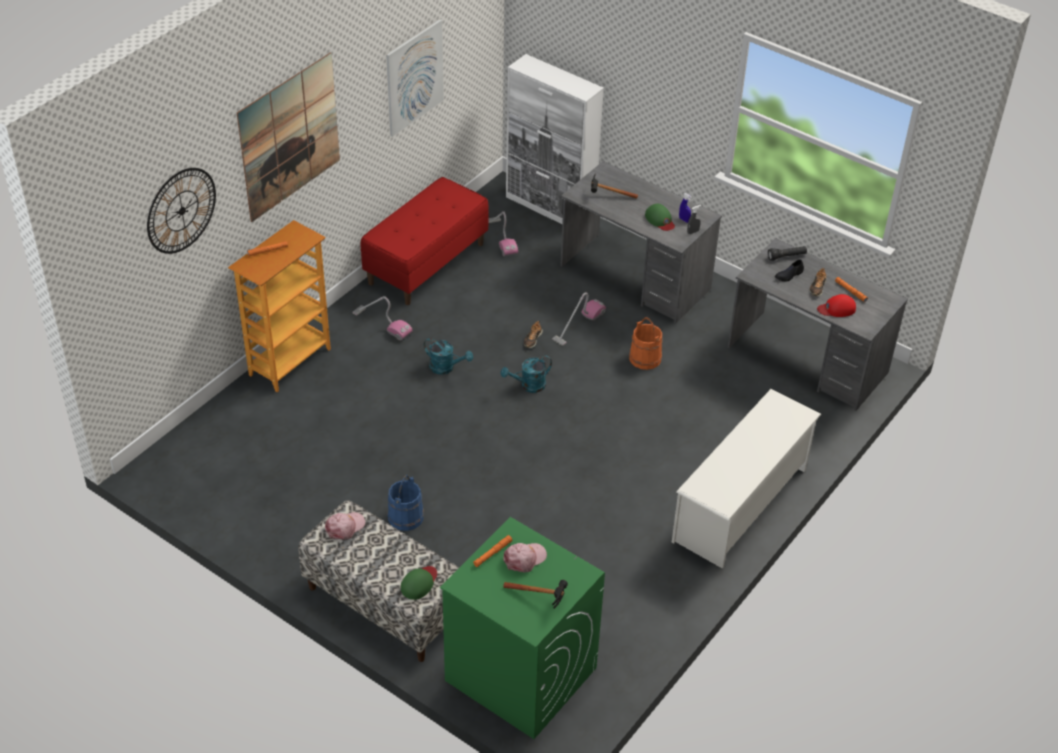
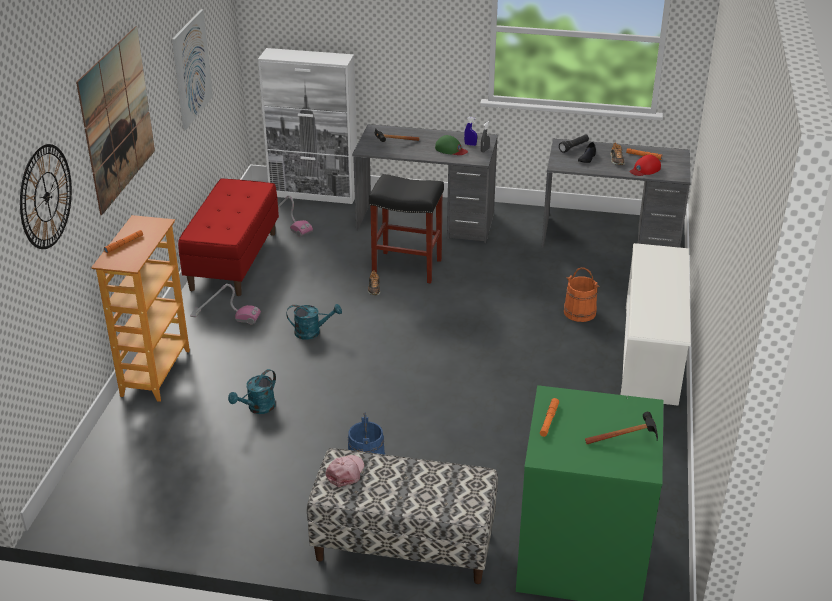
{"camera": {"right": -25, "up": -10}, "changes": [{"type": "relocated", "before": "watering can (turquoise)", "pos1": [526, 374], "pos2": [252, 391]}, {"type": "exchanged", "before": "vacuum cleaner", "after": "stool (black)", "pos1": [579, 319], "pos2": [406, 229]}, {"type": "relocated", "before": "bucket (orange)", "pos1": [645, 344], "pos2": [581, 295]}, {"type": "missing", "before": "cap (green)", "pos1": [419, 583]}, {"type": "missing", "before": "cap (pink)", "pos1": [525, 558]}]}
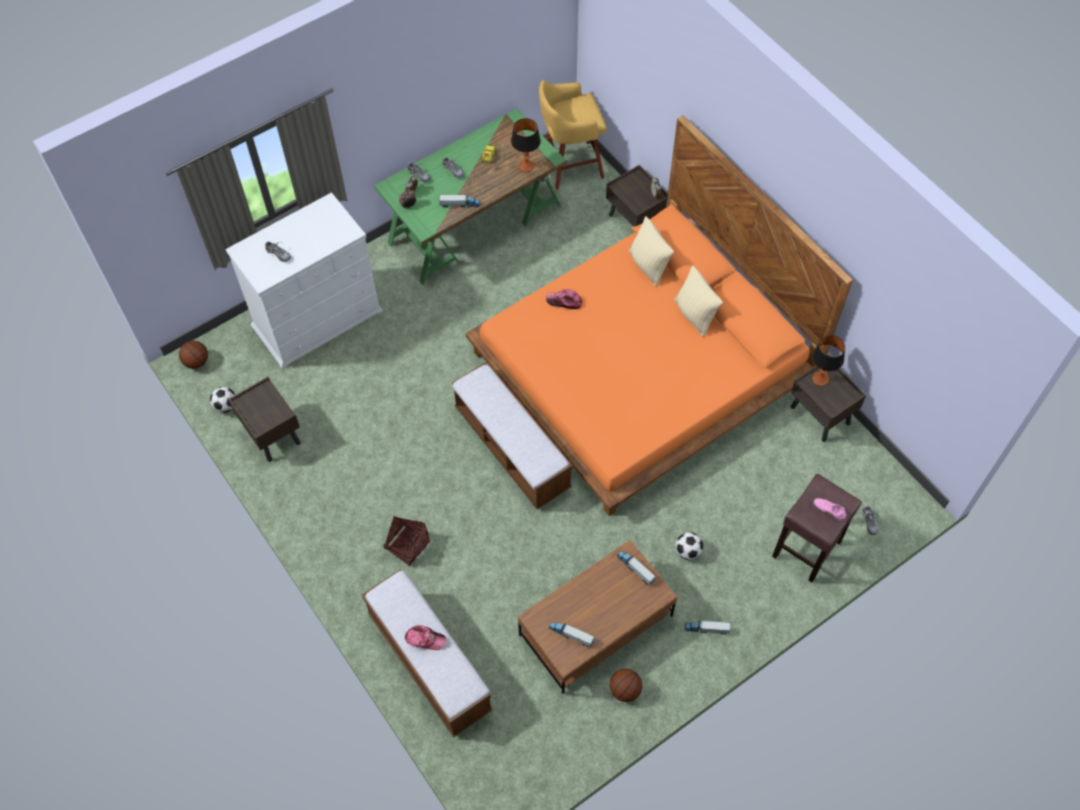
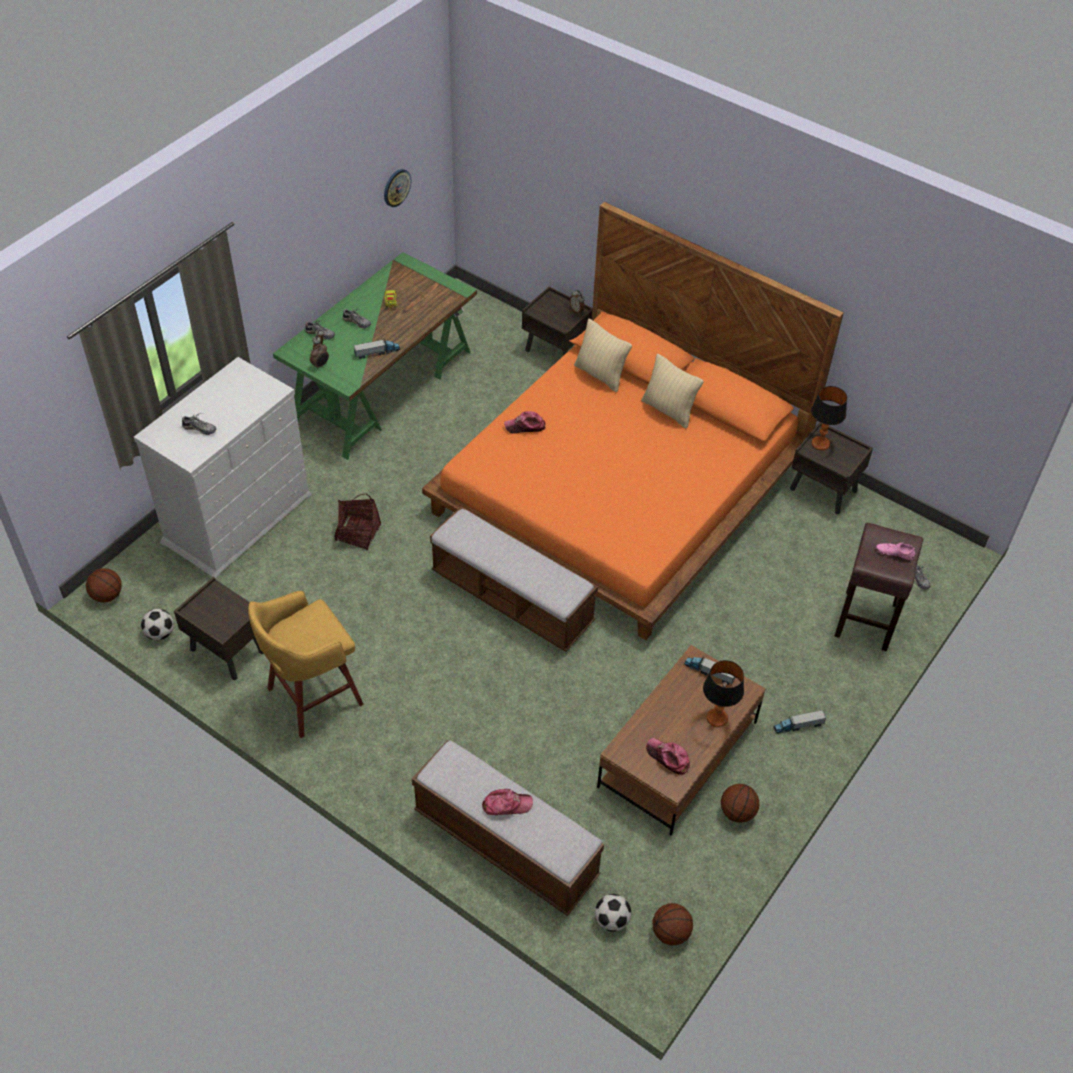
{"camera": {"right": -20, "up": -10}, "changes": [{"type": "relocated", "before": "stool (yellow)", "pos1": [573, 135], "pos2": [306, 664]}, {"type": "relocated", "before": "basket", "pos1": [406, 541], "pos2": [358, 522]}, {"type": "appeared", "after": "wall clock", "pos2": [397, 188]}, {"type": "relocated", "before": "football", "pos1": [689, 546], "pos2": [613, 913]}, {"type": "exchanged", "before": "toy truck", "after": "cap", "pos1": [572, 634], "pos2": [668, 756]}, {"type": "appeared", "after": "basketball", "pos2": [672, 924]}, {"type": "relocated", "before": "table lamp", "pos1": [526, 145], "pos2": [723, 693]}]}
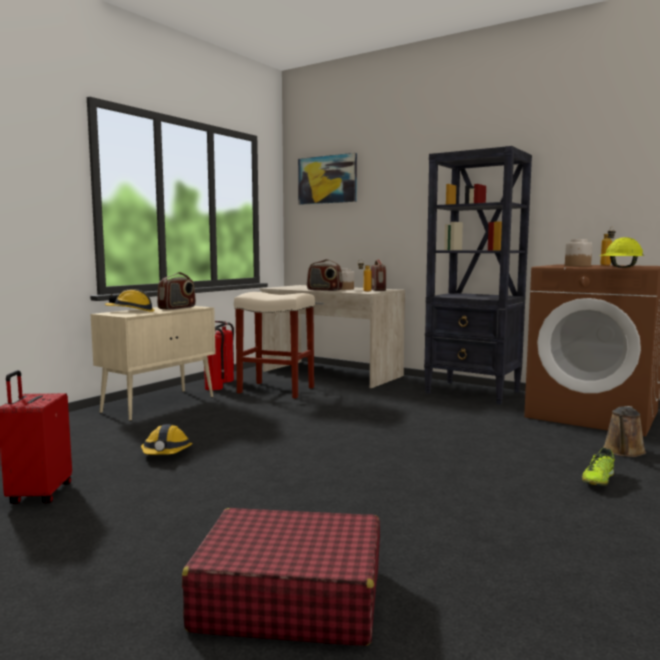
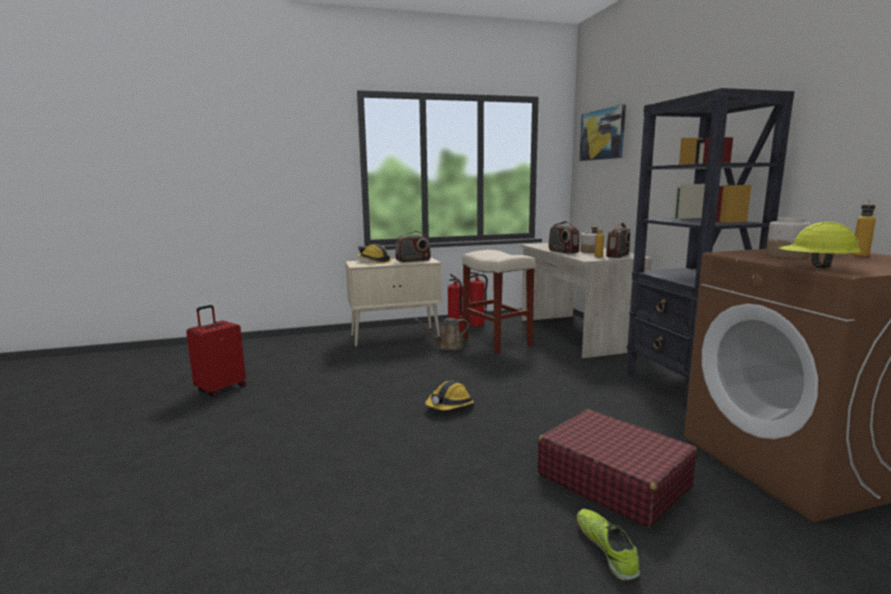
{"camera": {"right": 40, "up": 5}, "changes": [{"type": "relocated", "before": "watering can (brown)", "pos1": [624, 431], "pos2": [441, 334]}, {"type": "relocated", "before": "hard hat", "pos1": [167, 439], "pos2": [449, 395]}, {"type": "relocated", "before": "suitcase (red)", "pos1": [281, 577], "pos2": [617, 468]}, {"type": "spun", "before": "shoe", "pos1": [598, 467], "pos2": [608, 545], "turn": 90}]}
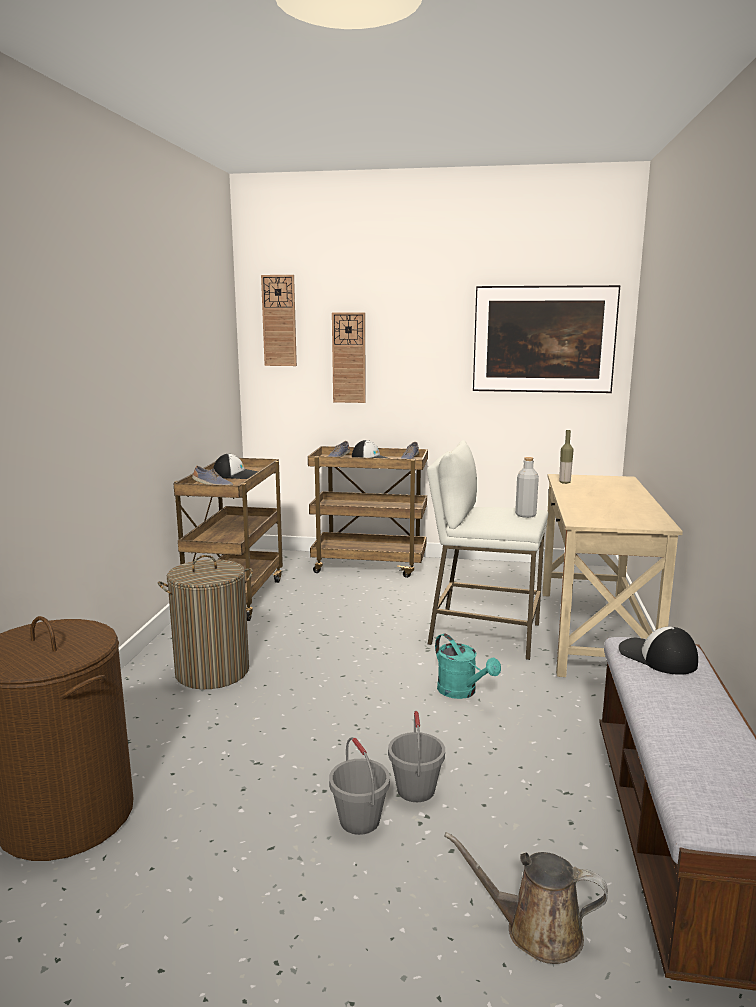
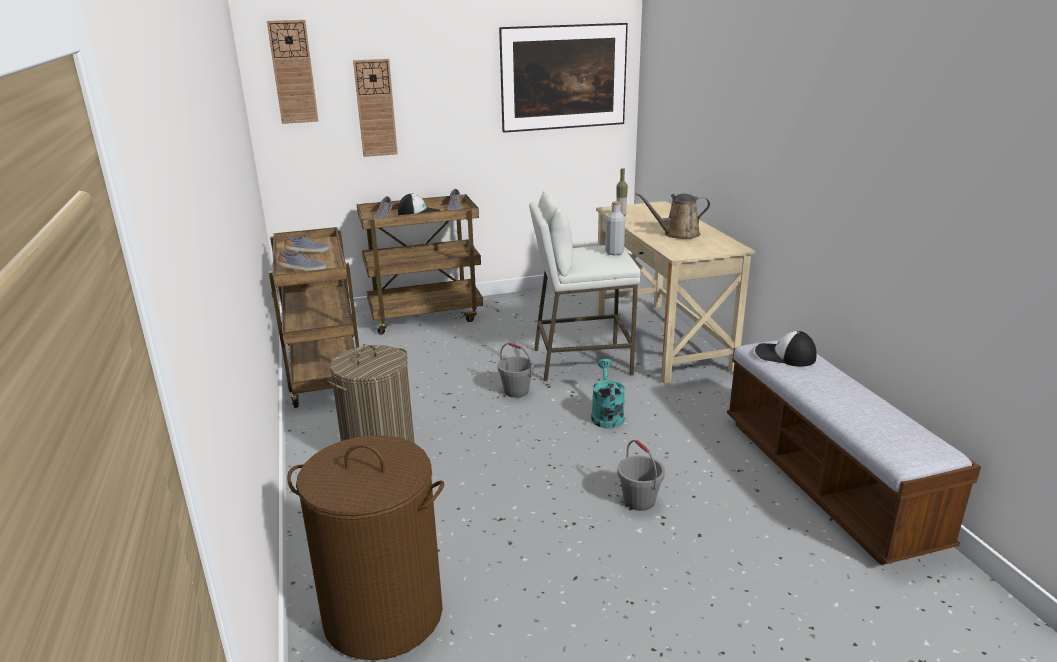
{"camera": {"right": -25, "up": 10}, "changes": [{"type": "exchanged", "before": "cap", "after": "shoe", "pos1": [235, 466], "pos2": [307, 244]}, {"type": "relocated", "before": "bucket (grey)", "pos1": [359, 786], "pos2": [516, 370]}, {"type": "spun", "before": "watering can (turquoise)", "pos1": [468, 666], "pos2": [608, 394], "turn": -120}, {"type": "relocated", "before": "watering can (brown)", "pos1": [526, 898], "pos2": [672, 216]}]}
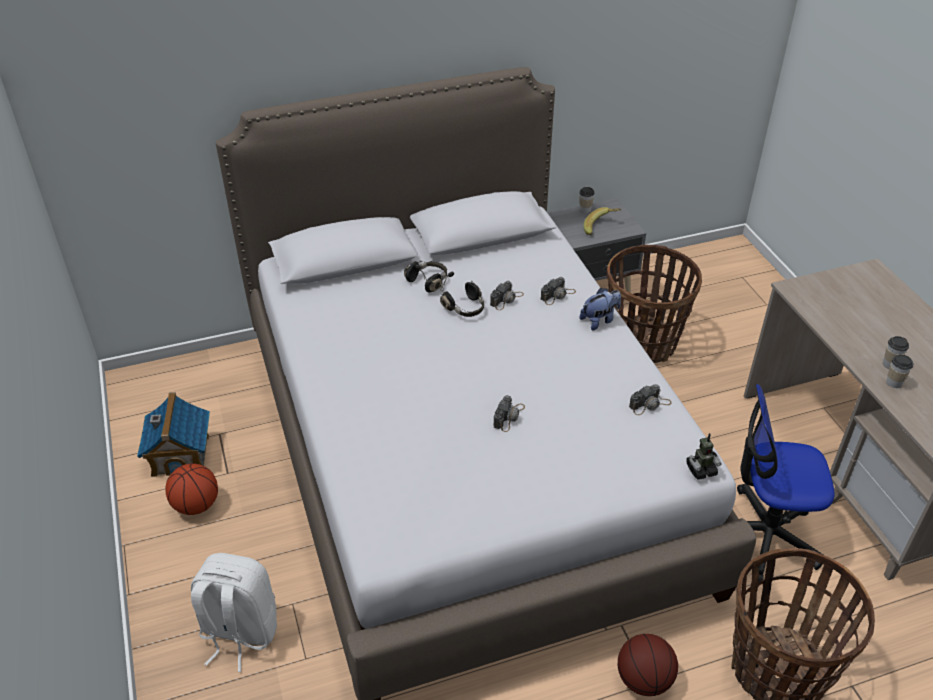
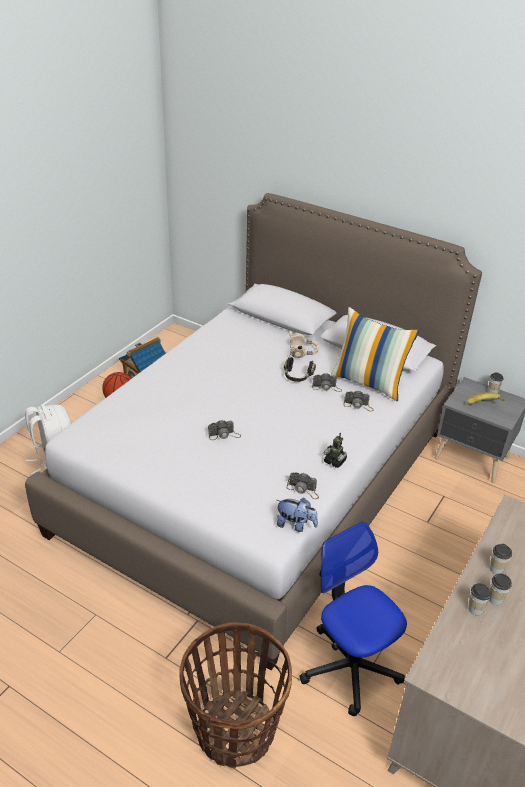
{"camera": {"right": 50, "up": -5}, "changes": [{"type": "relocated", "before": "plush toy", "pos1": [600, 309], "pos2": [297, 515]}, {"type": "colour", "before": "headphones (black)", "after": "headphones (beige)", "pos1": [425, 277], "pos2": [304, 344]}, {"type": "relocated", "before": "toy robot", "pos1": [704, 456], "pos2": [335, 450]}, {"type": "appeared", "after": "pillow", "pos2": [375, 354]}, {"type": "appeared", "after": "cup", "pos2": [501, 559]}, {"type": "missing", "before": "basket", "pos1": [654, 304]}, {"type": "missing", "before": "basketball", "pos1": [648, 665]}]}
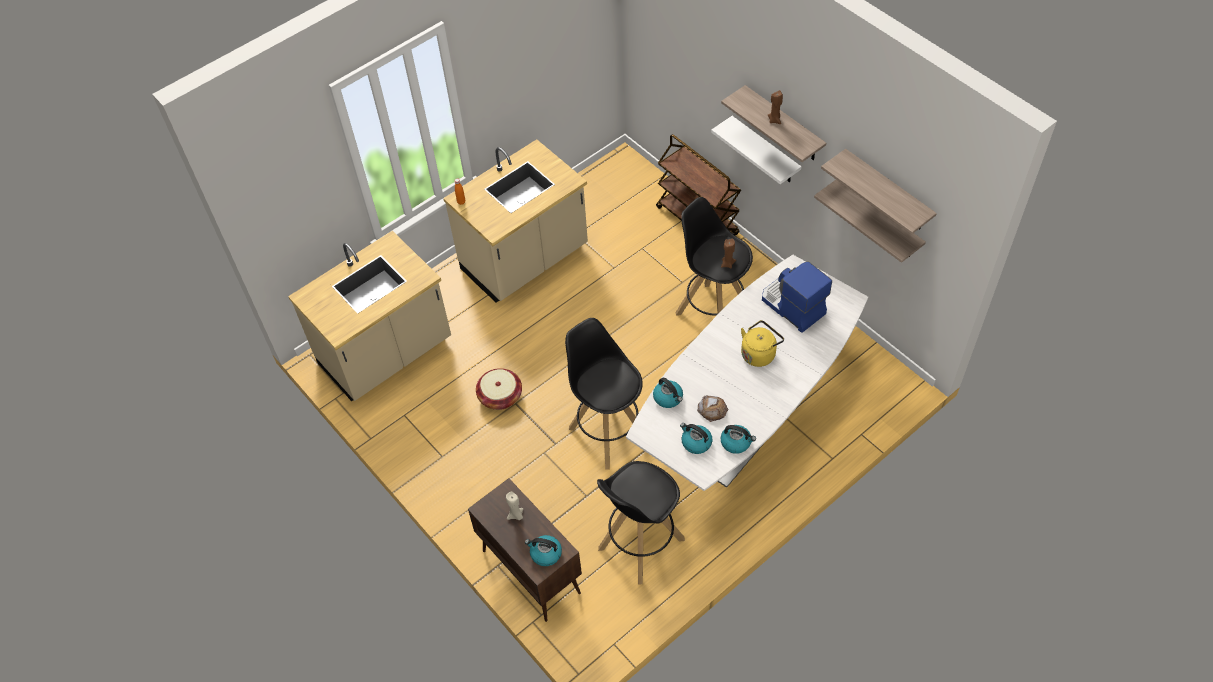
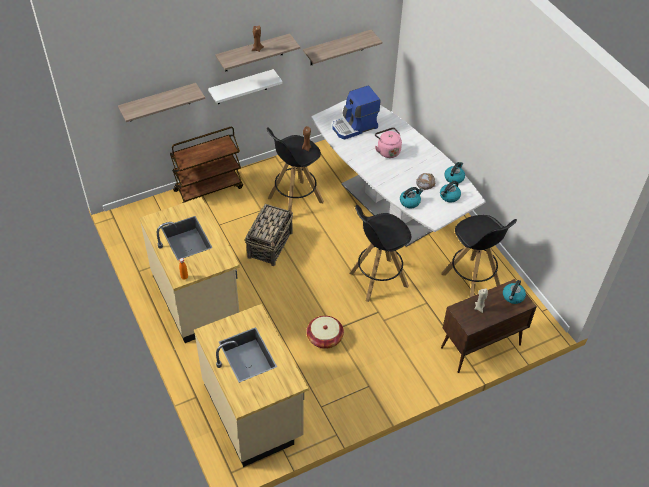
{"camera": {"right": -80, "up": -5}, "changes": [{"type": "relocated", "before": "shelf", "pos1": [879, 191], "pos2": [161, 102]}, {"type": "appeared", "after": "basket", "pos2": [269, 235]}, {"type": "colour", "before": "kettle (yellow)", "after": "kettle (pink)", "pos1": [762, 343], "pos2": [388, 142]}]}
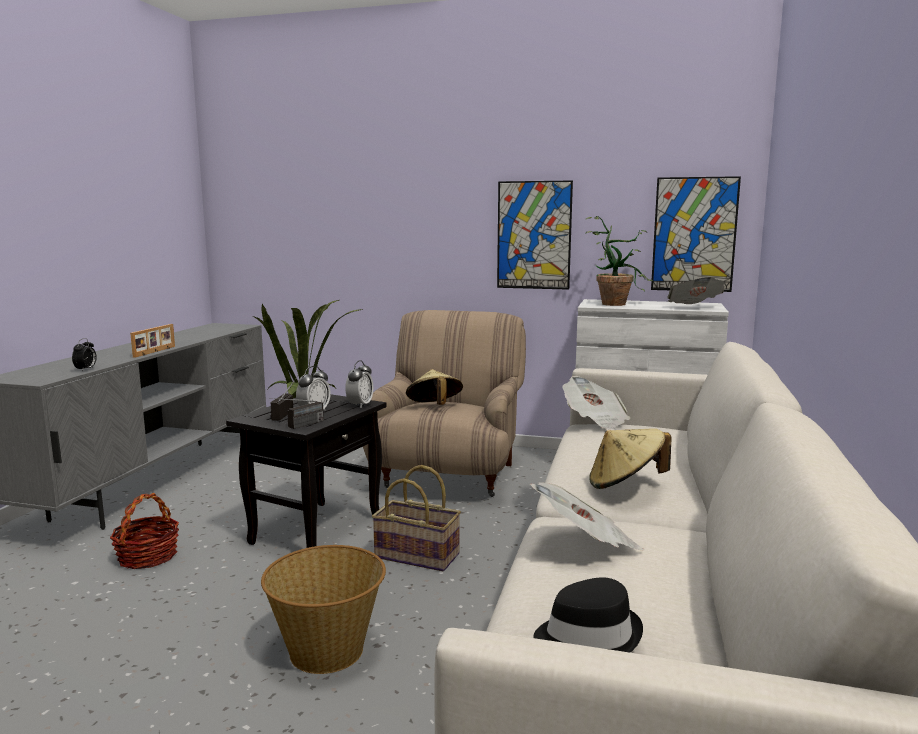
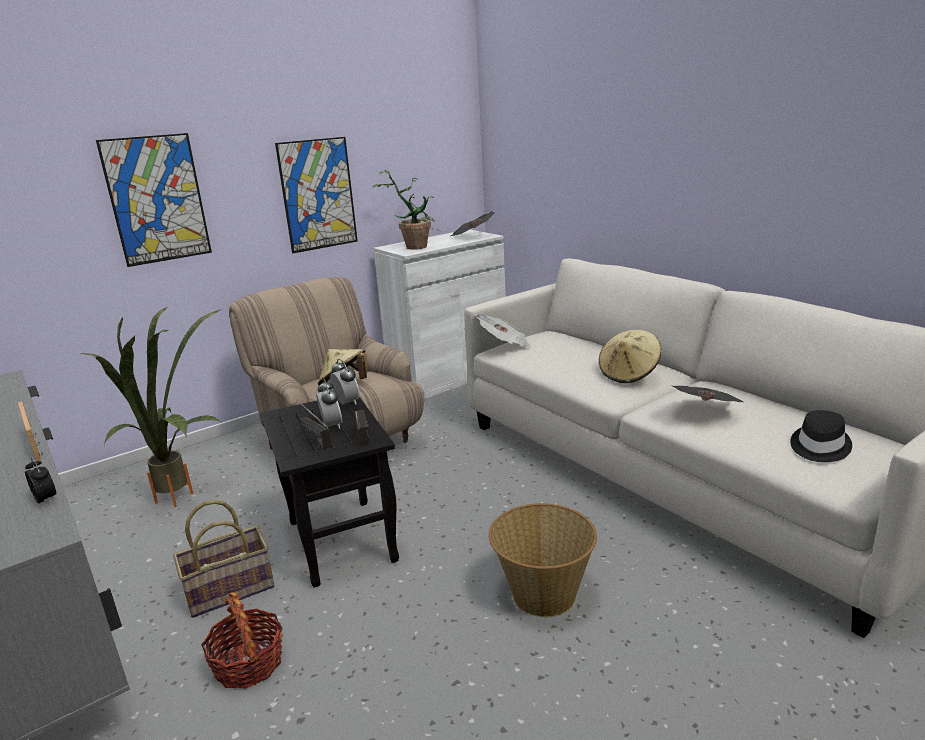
{"camera": {"right": -50, "up": 10}, "changes": [{"type": "relocated", "before": "picture", "pos1": [696, 234], "pos2": [154, 200]}, {"type": "relocated", "before": "basket", "pos1": [416, 518], "pos2": [224, 559]}]}
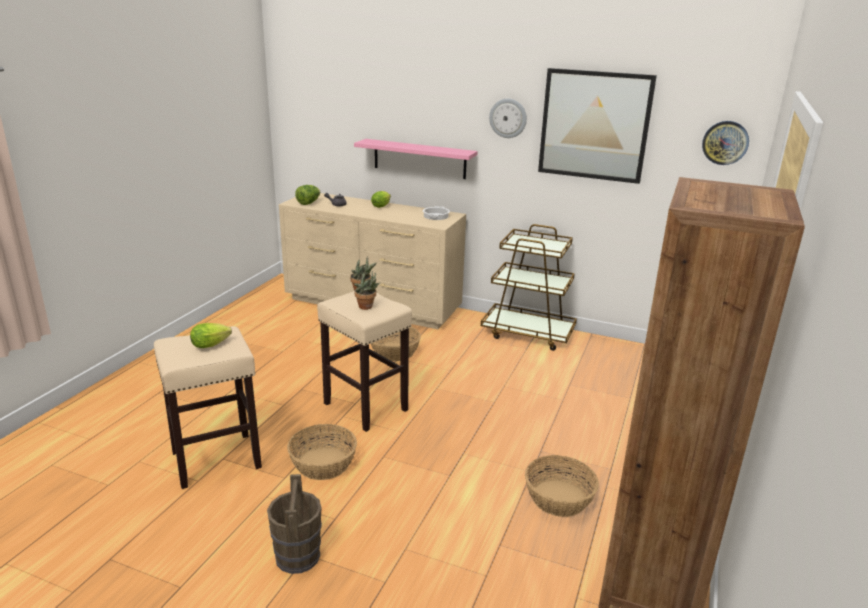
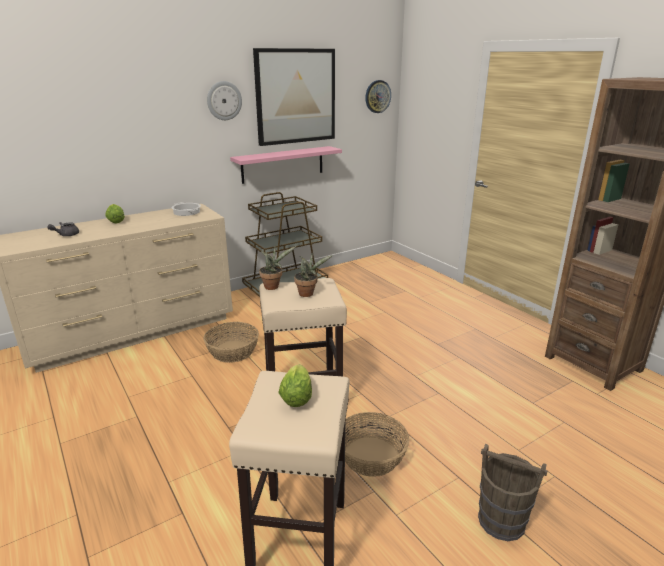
{"camera": {"right": -55, "up": 0}, "changes": [{"type": "relocated", "before": "shelf (pink)", "pos1": [416, 159], "pos2": [286, 165]}, {"type": "missing", "before": "lettuce", "pos1": [307, 195]}, {"type": "missing", "before": "basket", "pos1": [562, 486]}]}
